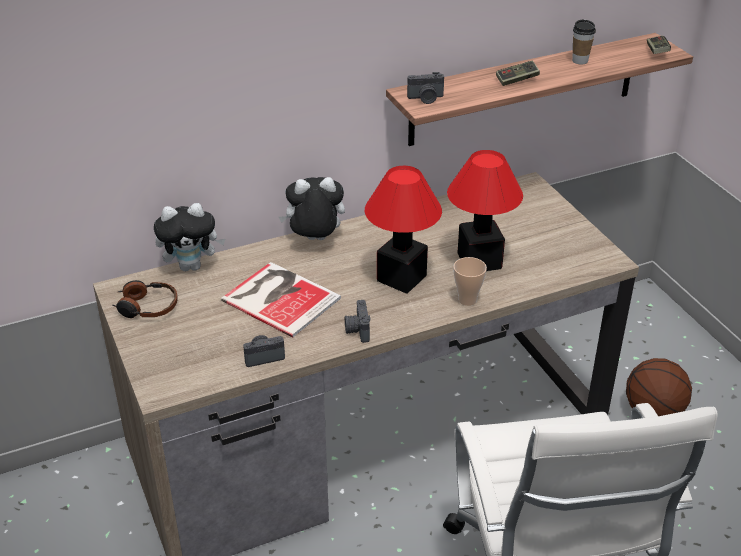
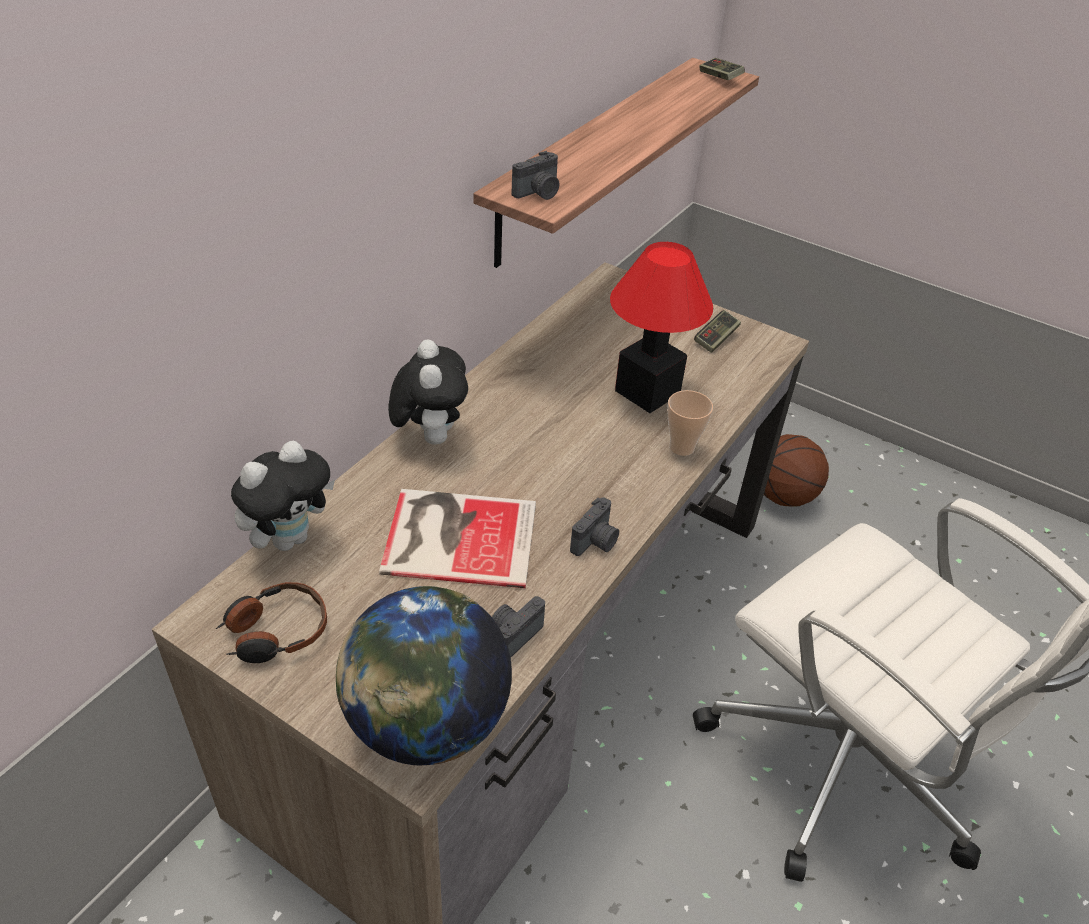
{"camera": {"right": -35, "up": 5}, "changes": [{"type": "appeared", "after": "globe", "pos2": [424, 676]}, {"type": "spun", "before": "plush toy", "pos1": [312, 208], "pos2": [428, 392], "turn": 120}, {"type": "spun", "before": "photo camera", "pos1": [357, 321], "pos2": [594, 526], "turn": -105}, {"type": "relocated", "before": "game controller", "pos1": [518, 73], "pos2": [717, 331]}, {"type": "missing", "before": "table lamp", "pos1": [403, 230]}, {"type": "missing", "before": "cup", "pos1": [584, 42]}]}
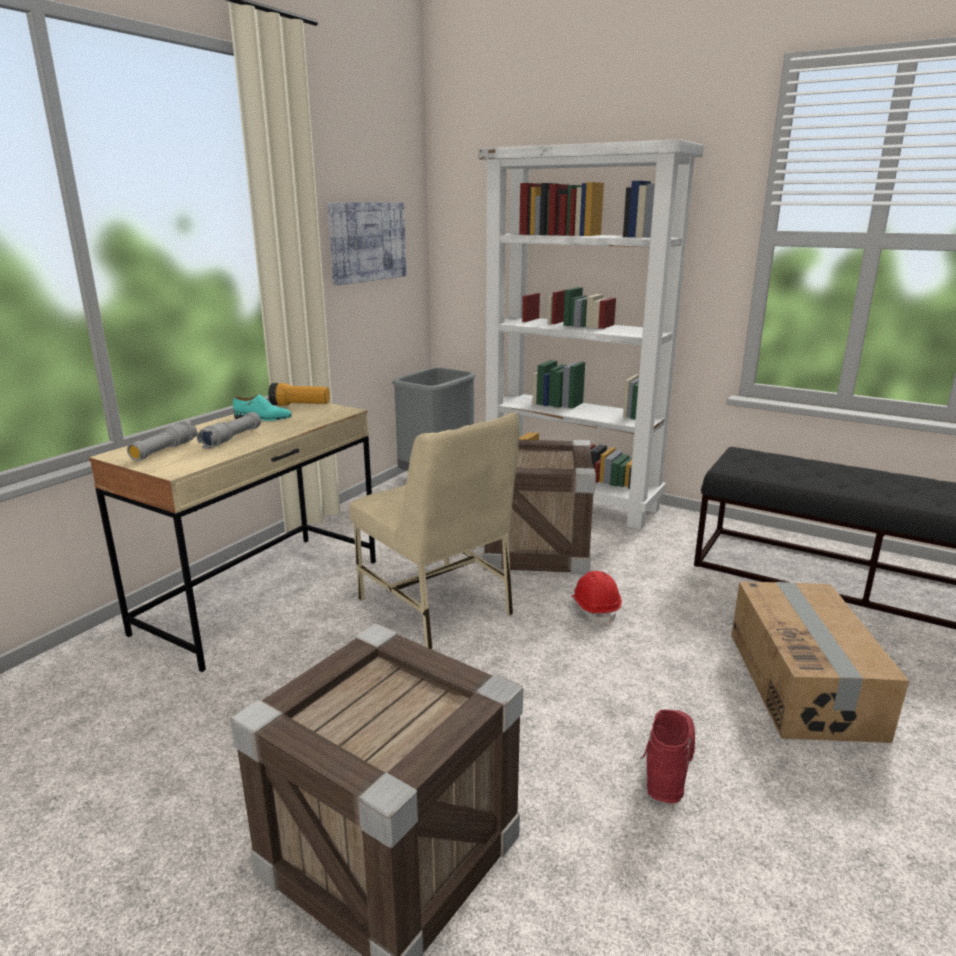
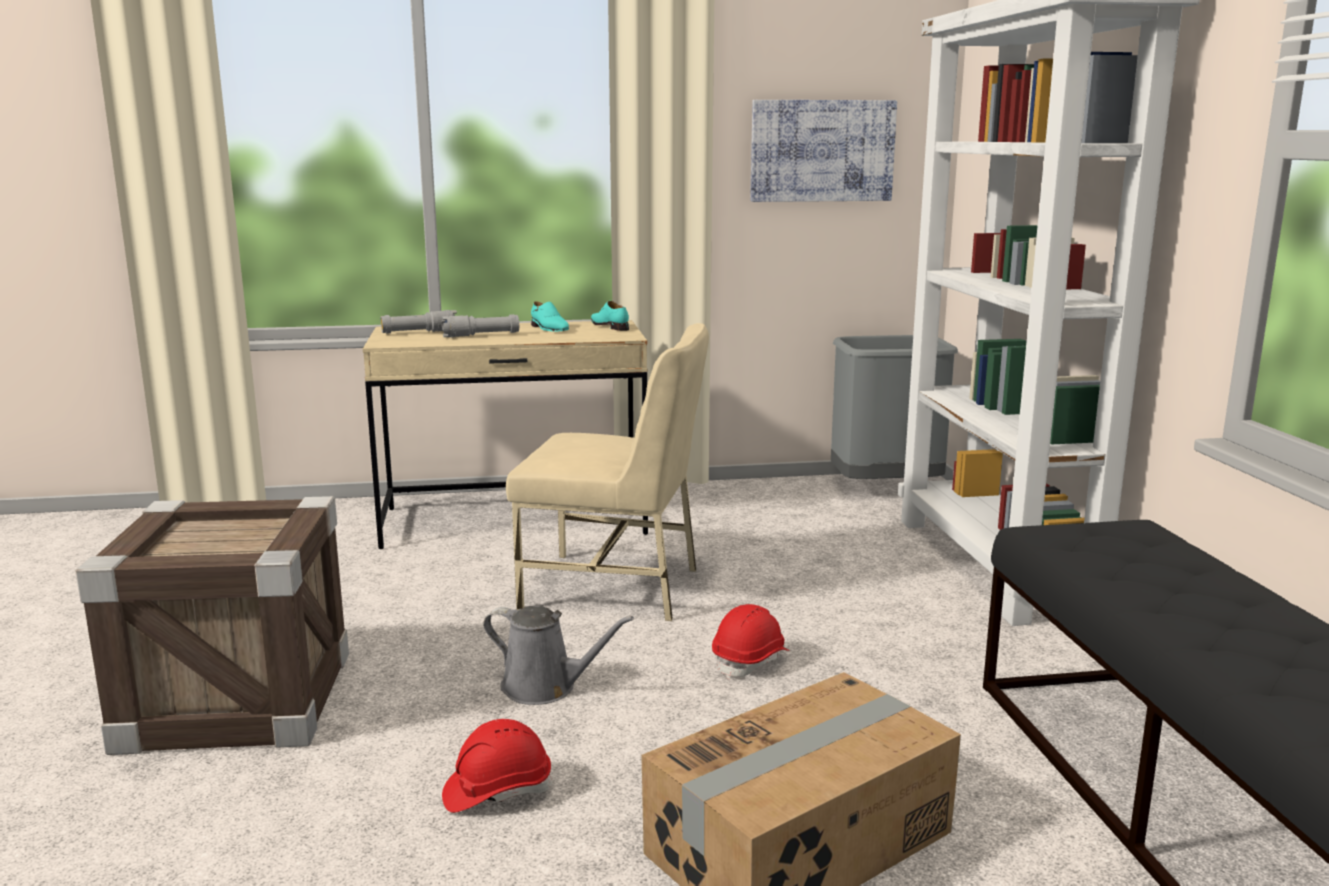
{"camera": {"right": 50, "up": -5}, "changes": [{"type": "exchanged", "before": "boot (red)", "after": "hard hat (red)", "pos1": [667, 756], "pos2": [497, 766]}, {"type": "appeared", "after": "watering can (grey)", "pos2": [558, 655]}, {"type": "spun", "before": "chair (beige)", "pos1": [434, 530], "pos2": [607, 472], "turn": -90}, {"type": "exchanged", "before": "flashlight", "after": "shoe (turquoise)", "pos1": [299, 394], "pos2": [610, 316]}, {"type": "missing", "before": "crate", "pos1": [539, 507]}]}
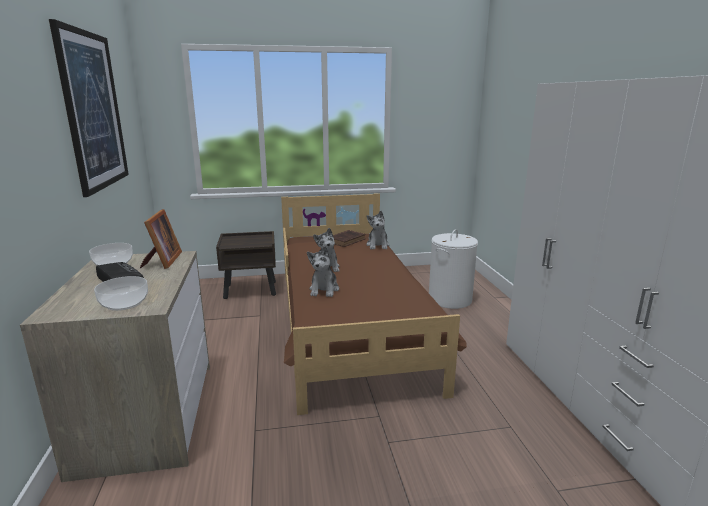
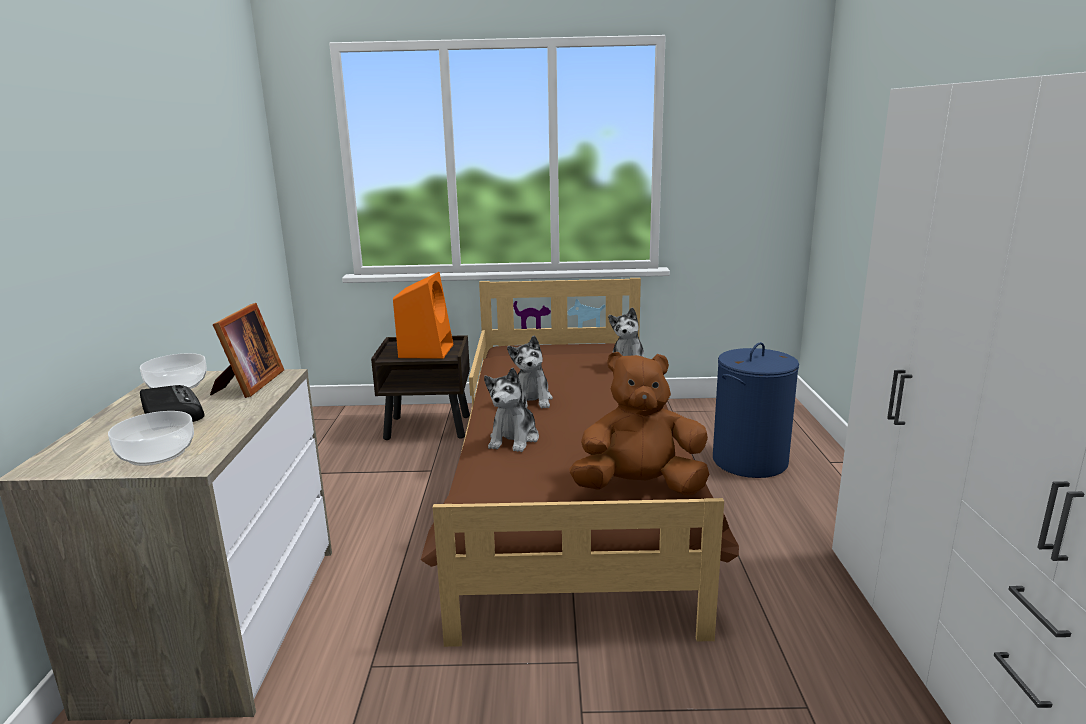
{"camera": {"right": 10, "up": 0}, "changes": [{"type": "appeared", "after": "speaker (orange)", "pos2": [423, 315]}, {"type": "appeared", "after": "plush toy (brown)", "pos2": [639, 423]}, {"type": "colour", "before": "laundry basket (white)", "after": "laundry basket (blue)", "pos1": [453, 269], "pos2": [756, 410]}, {"type": "missing", "before": "picture", "pos1": [89, 108]}, {"type": "missing", "before": "book (brown)", "pos1": [349, 238]}]}
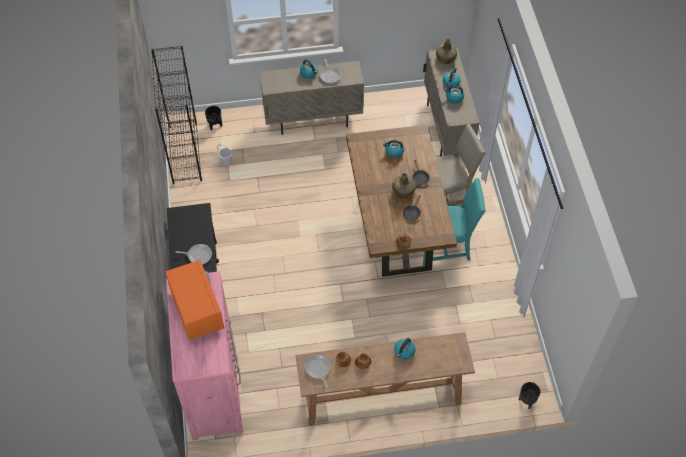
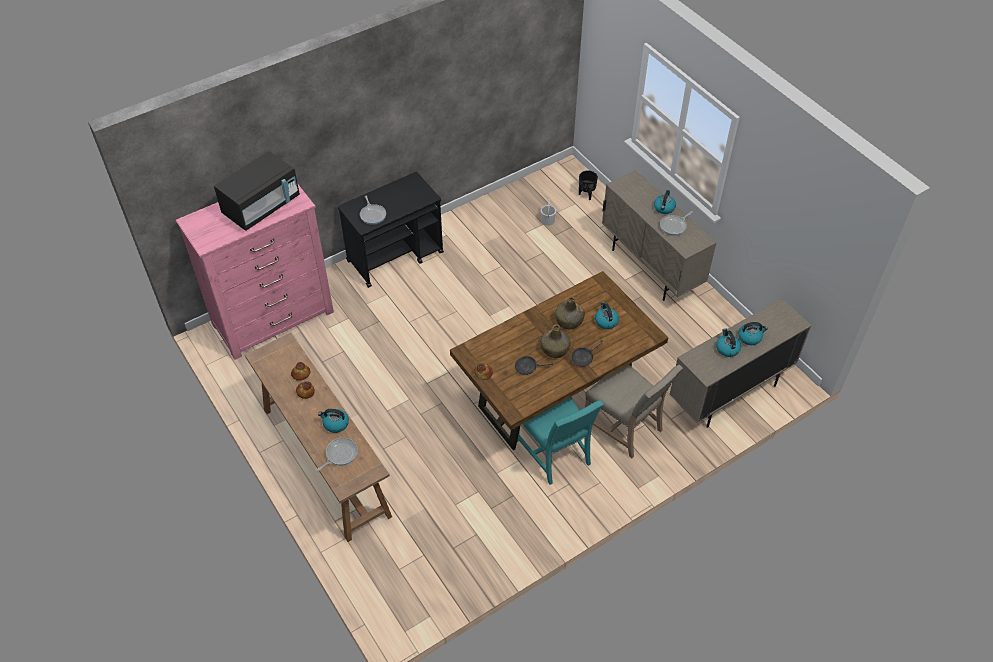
{"camera": {"right": 65, "up": -5}, "changes": [{"type": "colour", "before": "microwave (orange)", "after": "microwave (black)", "pos1": [194, 300], "pos2": [257, 191]}, {"type": "relocated", "before": "frying pan", "pos1": [318, 371], "pos2": [337, 454]}, {"type": "relocated", "before": "bottle (green)", "pos1": [446, 51], "pos2": [570, 313]}, {"type": "missing", "before": "bookcase (black)", "pos1": [176, 115]}, {"type": "missing", "before": "planter (black)", "pos1": [529, 395]}]}
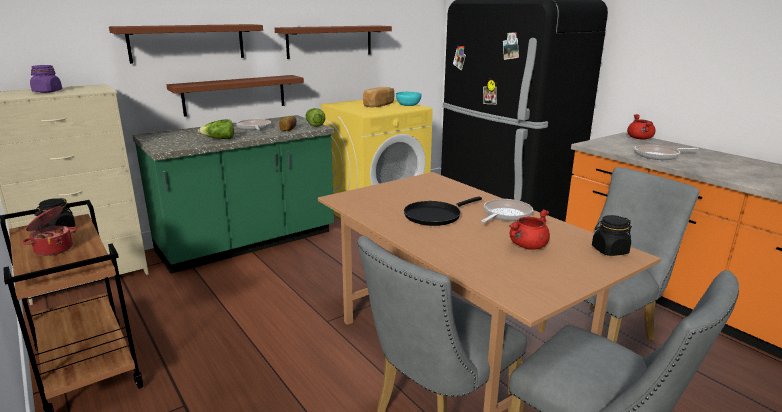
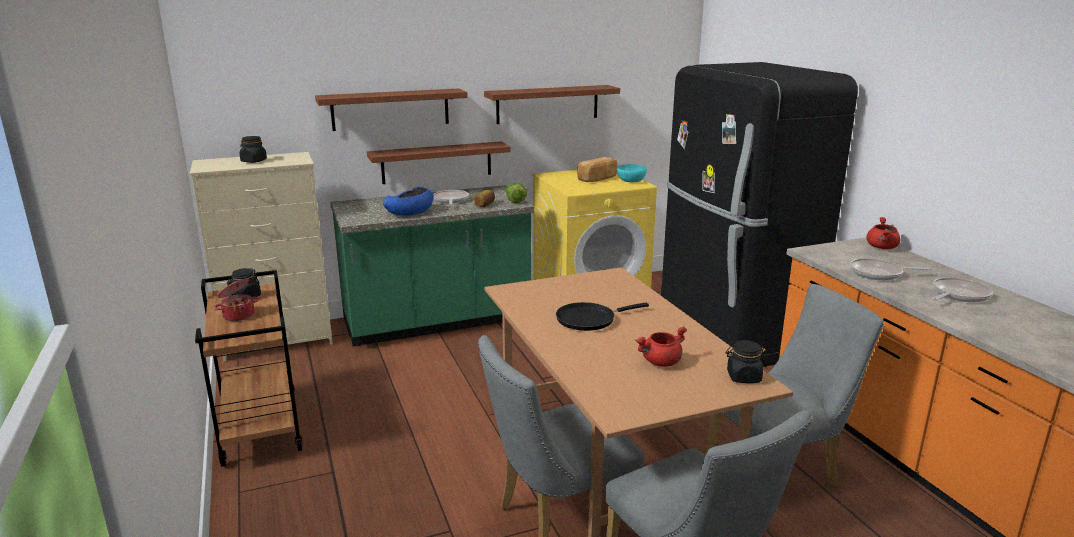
{"camera": {"right": 15, "up": 0}, "changes": [{"type": "colour", "before": "jar (purple)", "after": "jar (black)", "pos1": [46, 79], "pos2": [253, 149]}, {"type": "exchanged", "before": "lettuce", "after": "bowl (blue)", "pos1": [216, 129], "pos2": [408, 201]}, {"type": "relocated", "before": "frying pan", "pos1": [507, 211], "pos2": [962, 289]}]}
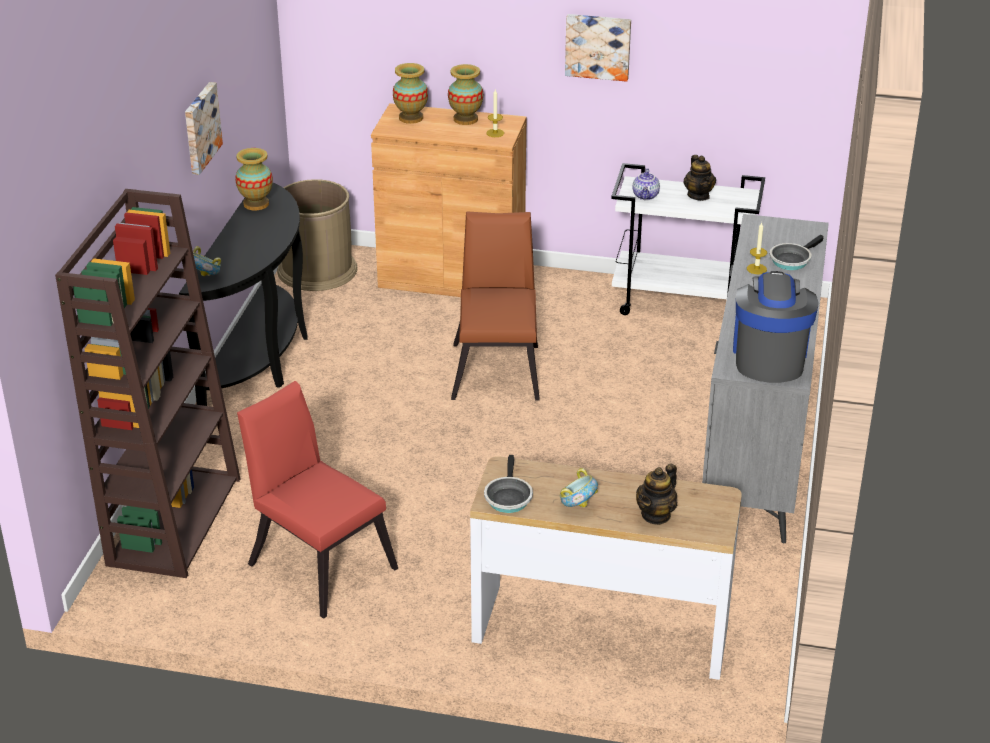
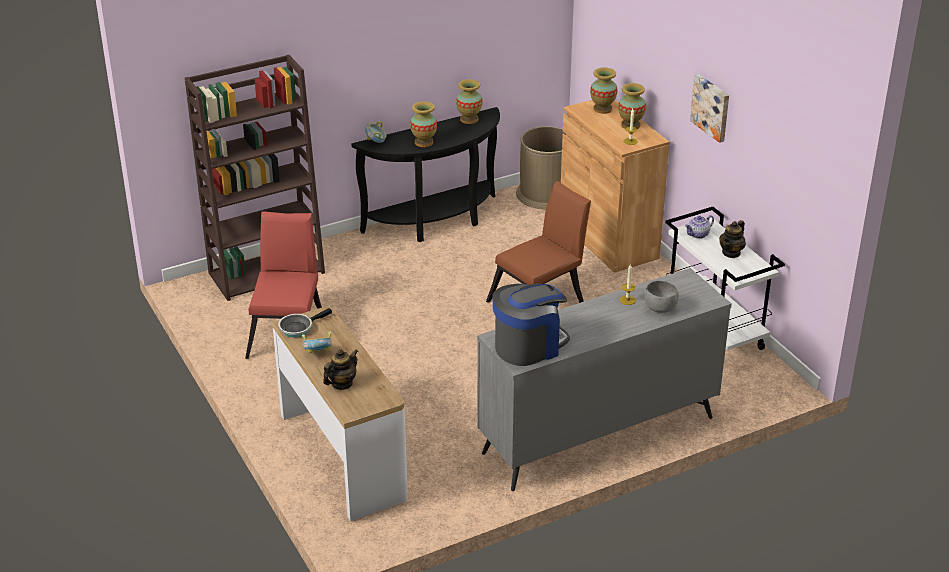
{"camera": {"right": 50, "up": 0}, "changes": [{"type": "spun", "before": "teapot", "pos1": [656, 494], "pos2": [340, 369], "turn": 135}, {"type": "appeared", "after": "vase", "pos2": [423, 124]}, {"type": "exchanged", "before": "frying pan", "after": "bowl (grey)", "pos1": [797, 252], "pos2": [661, 297]}, {"type": "missing", "before": "picture", "pos1": [204, 128]}]}
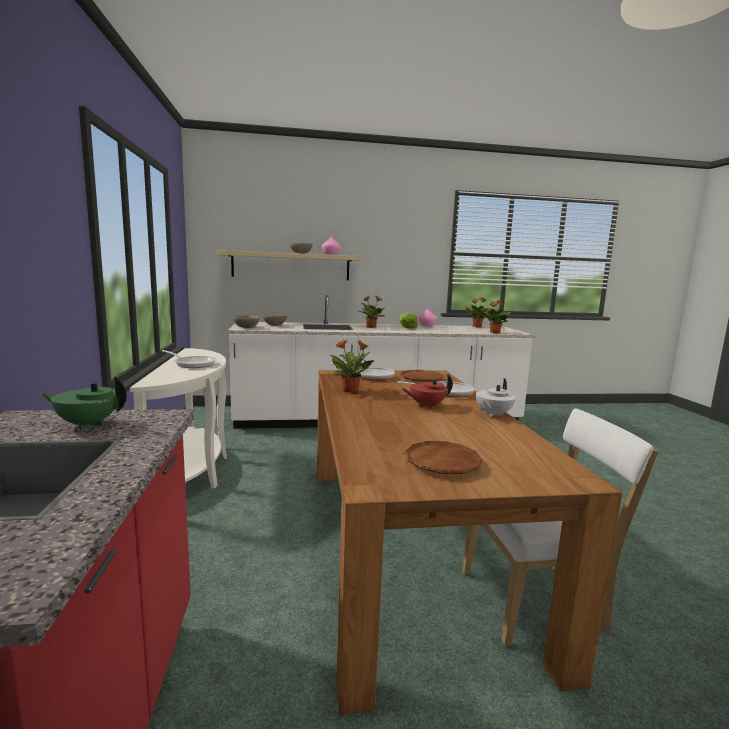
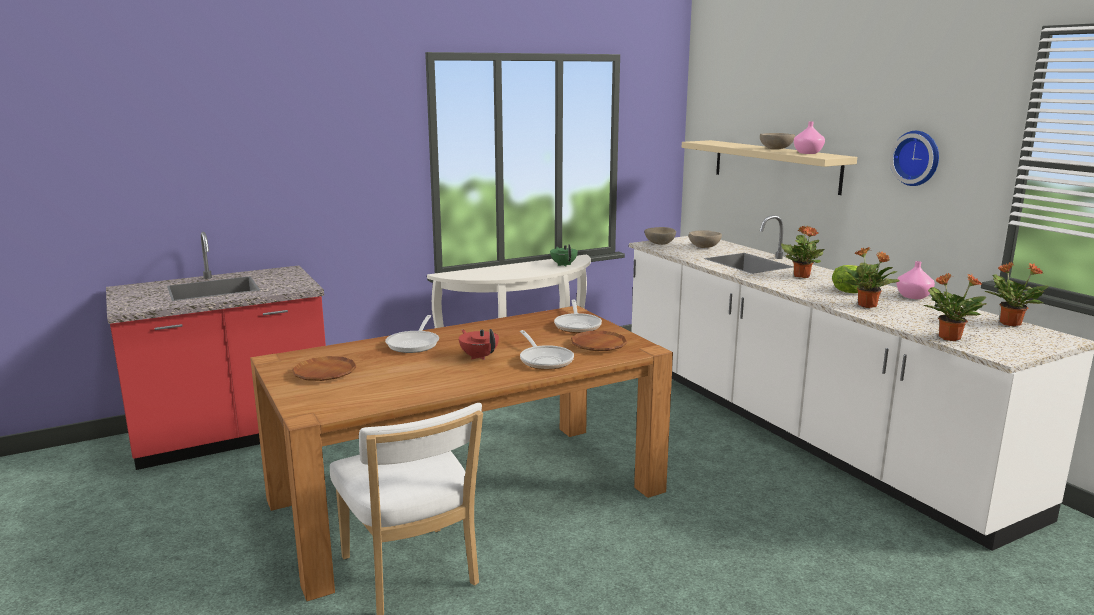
{"camera": {"right": 70, "up": 5}, "changes": [{"type": "relocated", "before": "frying pan", "pos1": [189, 359], "pos2": [412, 334]}, {"type": "relocated", "before": "teapot (green)", "pos1": [84, 402], "pos2": [564, 255]}, {"type": "relocated", "before": "potted plant", "pos1": [352, 366], "pos2": [871, 277]}, {"type": "appeared", "after": "wall clock", "pos2": [914, 158]}, {"type": "missing", "before": "teapot (white)", "pos1": [496, 397]}]}
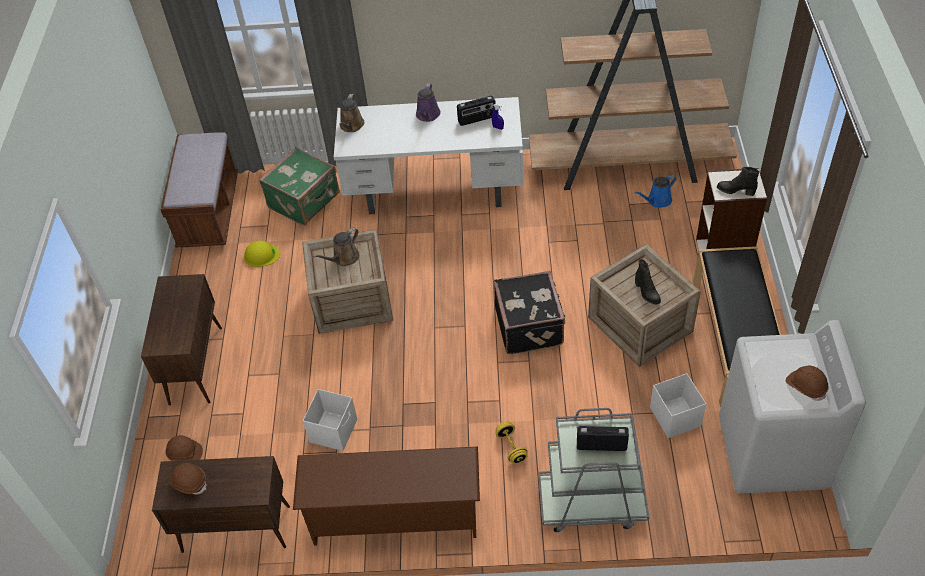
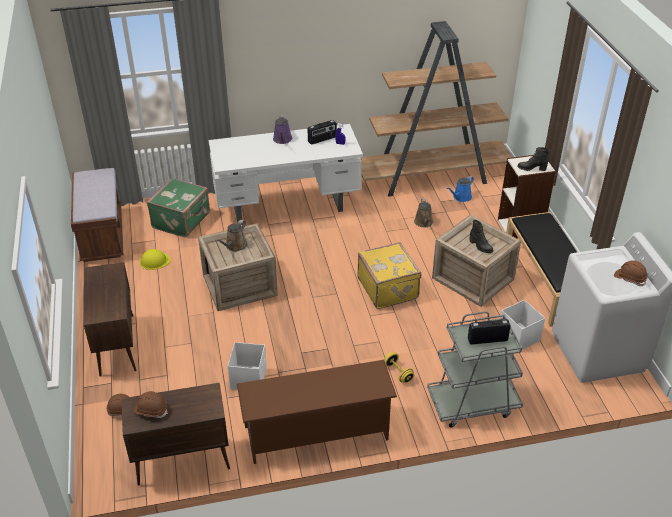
{"camera": {"right": -15, "up": -10}, "changes": [{"type": "colour", "before": "suitcase (black)", "after": "suitcase (yellow)", "pos1": [529, 312], "pos2": [389, 275]}, {"type": "relocated", "before": "watering can (brown)", "pos1": [352, 113], "pos2": [423, 213]}]}
